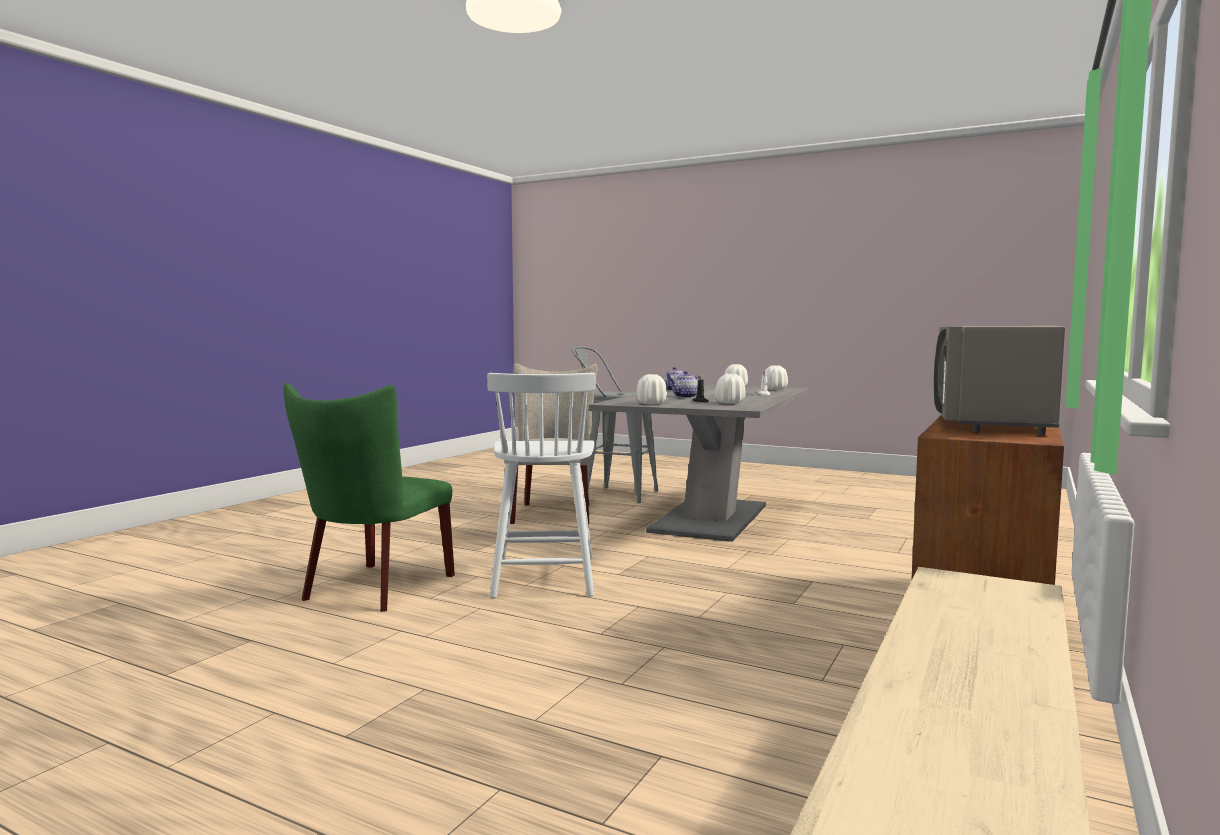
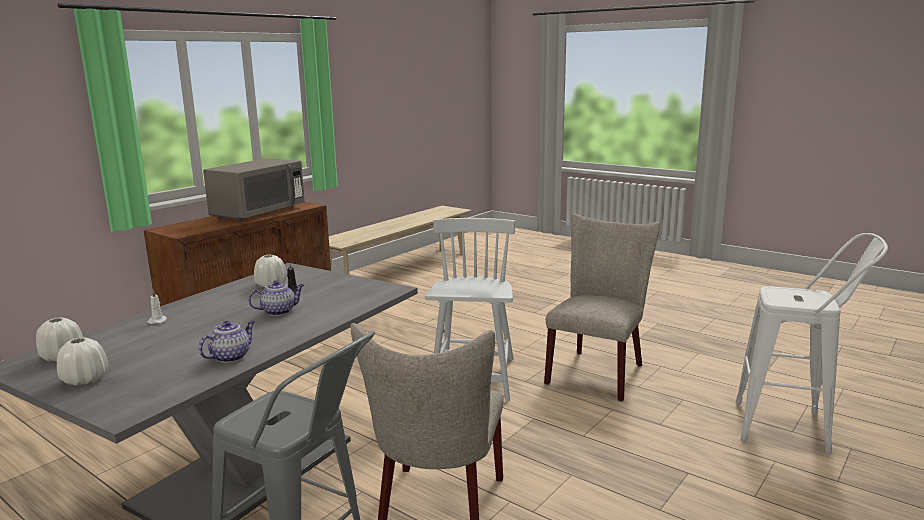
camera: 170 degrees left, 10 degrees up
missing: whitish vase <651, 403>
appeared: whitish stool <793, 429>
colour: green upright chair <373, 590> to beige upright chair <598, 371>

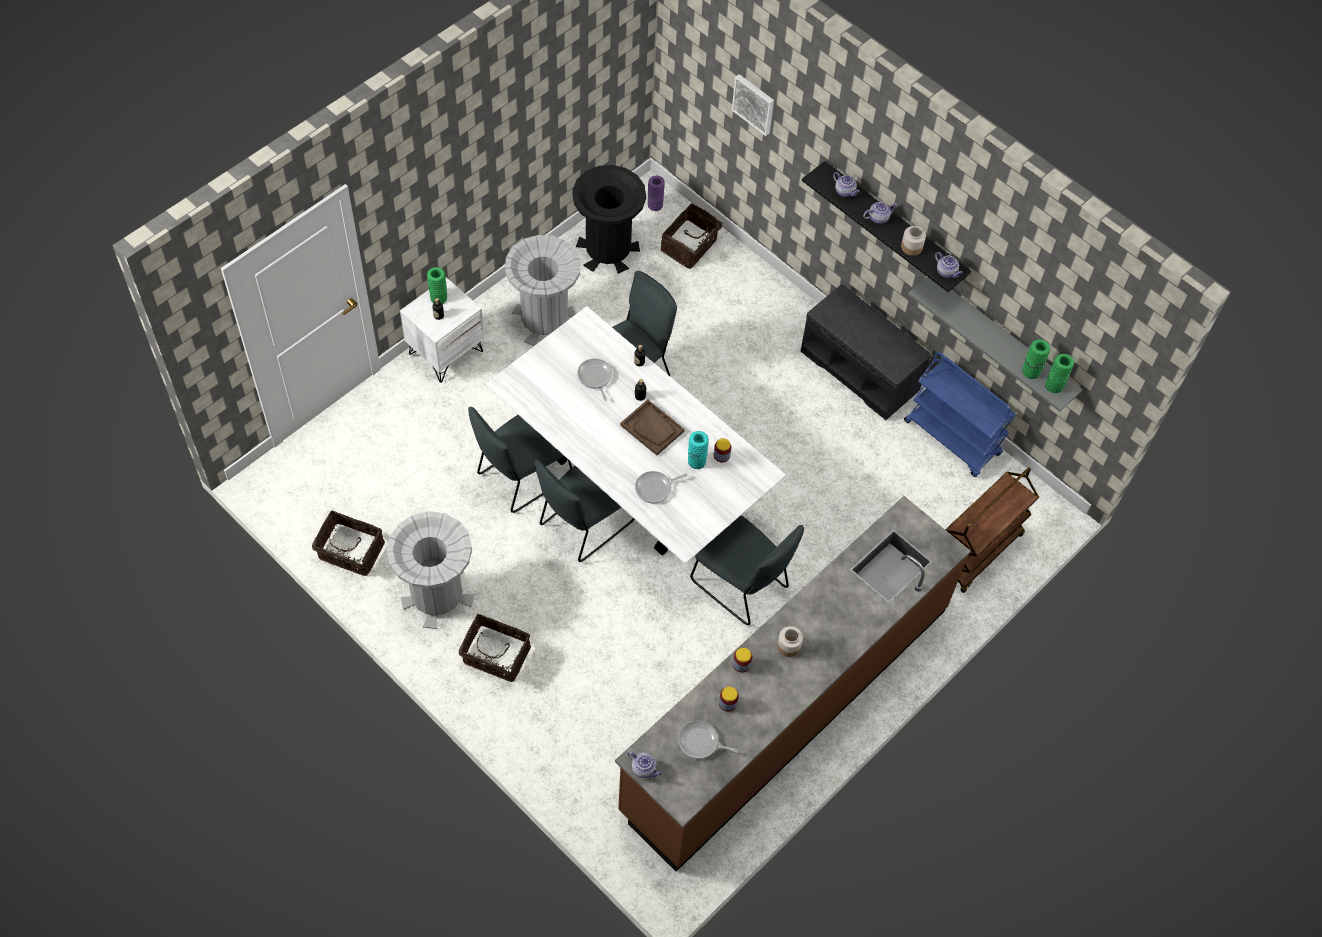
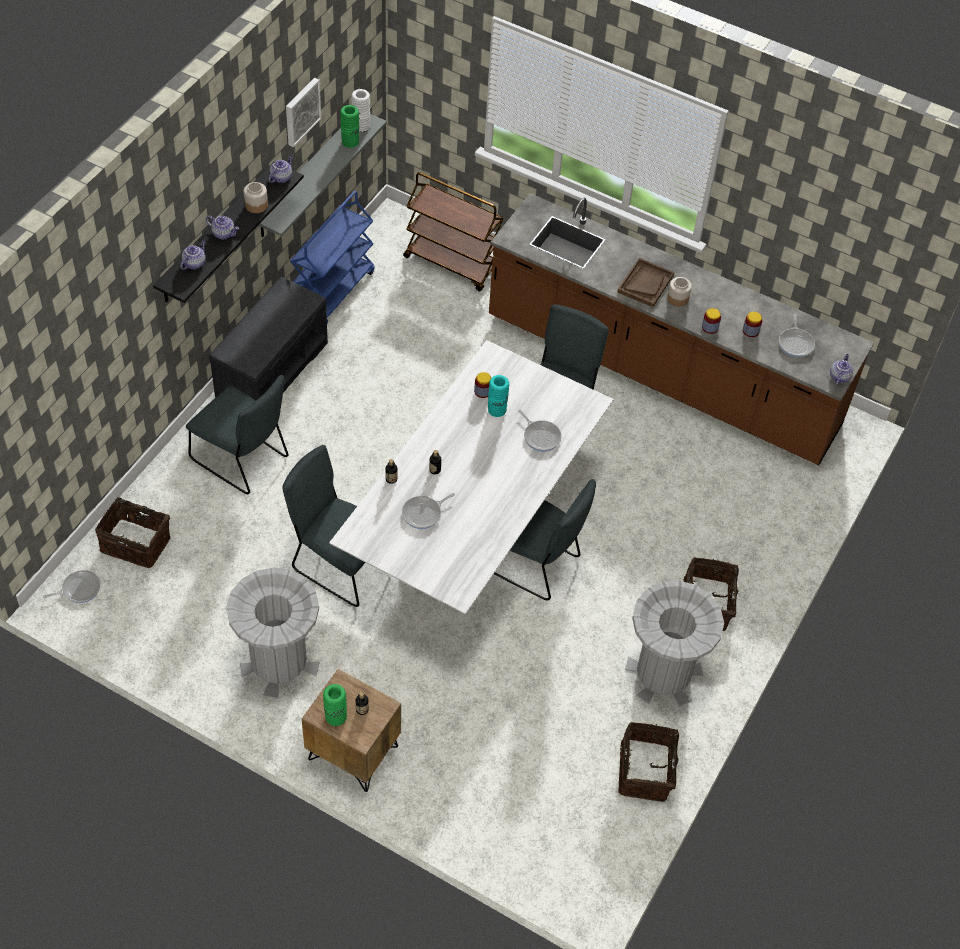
camera: 105 degrees left, 5 degrees down
missing: blackish rubbish bin <608, 250>
relocated: greyish upright chair <521, 477> to <243, 460>; wall picture <754, 103> to <301, 111>; brownish serving tray <652, 428> to <645, 283>
exchanged: purple-coloured vase <655, 205> to pan <79, 589>
colour: whitish bedside table <445, 352> to brownish bedside table <352, 753>; green vase <1054, 385> to whitish vase <361, 126>
spun: tea pot <878, 217> = <224, 233> 150 degrees clockwise

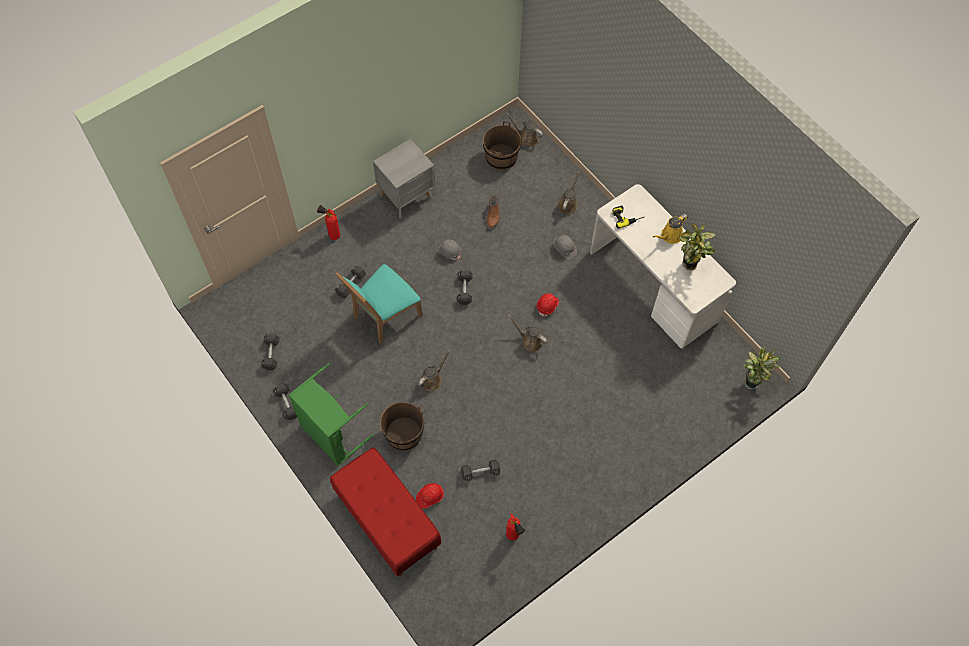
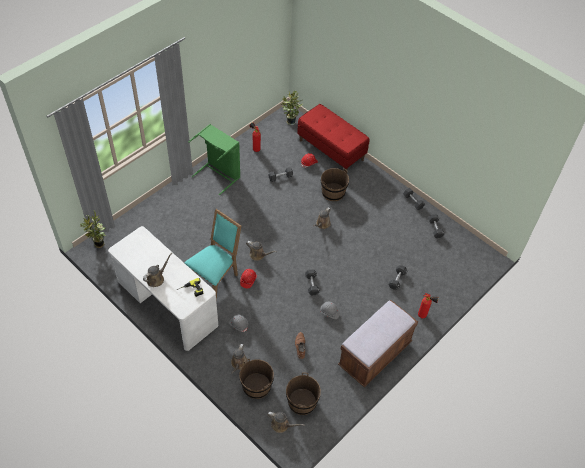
camera: 170 degrees right, 10 degrees down
appeared: brownish pail <256, 386>
relocated: turquoise upright chair <384, 317> to <215, 277>; green washing basket <331, 435> to <219, 174>; potted plant <690, 266> to <290, 121>
exchanged: greyish bedside table <407, 196> to brownish long seat <374, 354>
colour: yellow watering can <670, 236> to brownish watering can <156, 278>

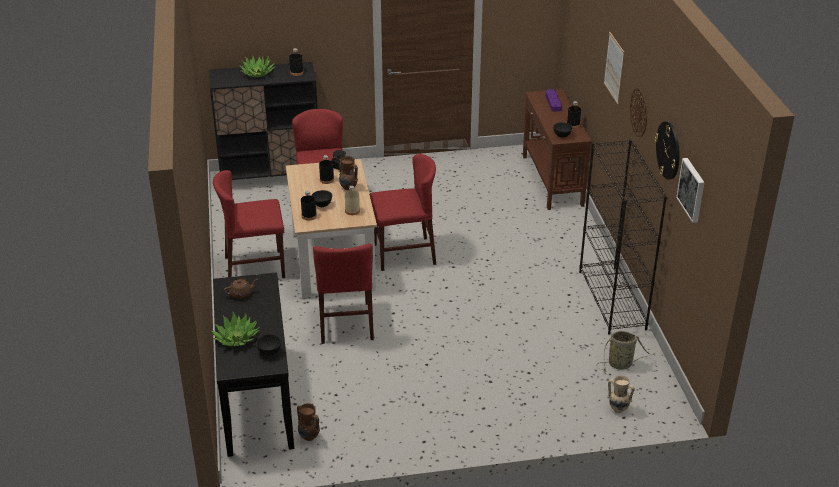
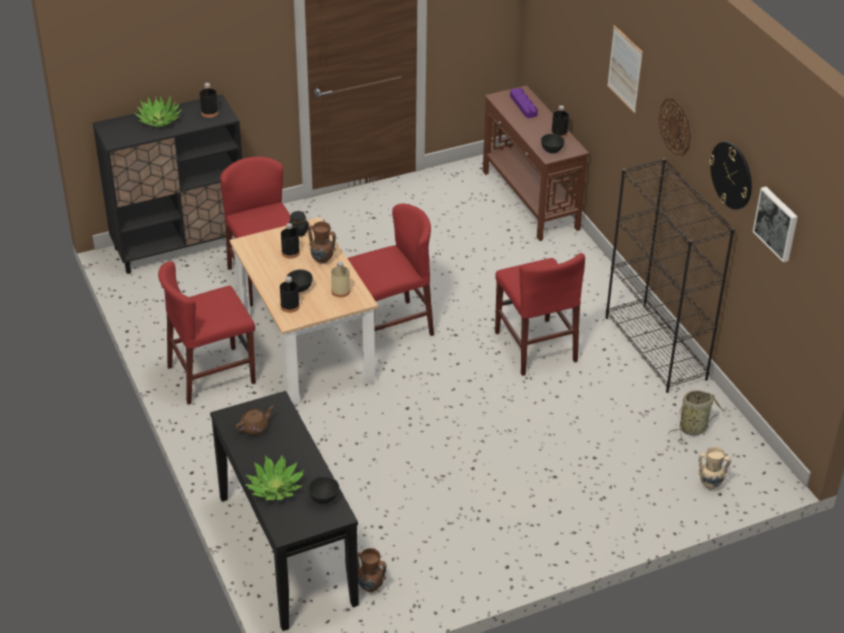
camera: 15 degrees left, 5 degrees up
relocated: reddish upright chair <345, 322> to <535, 346>

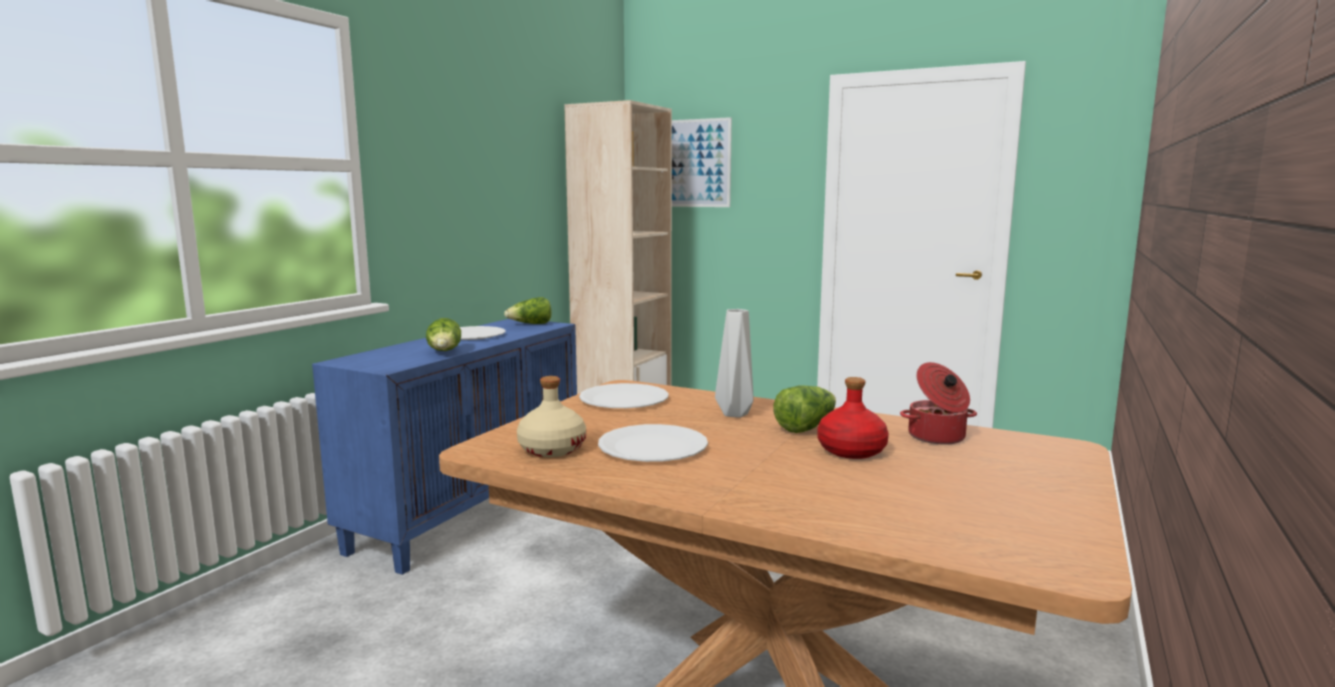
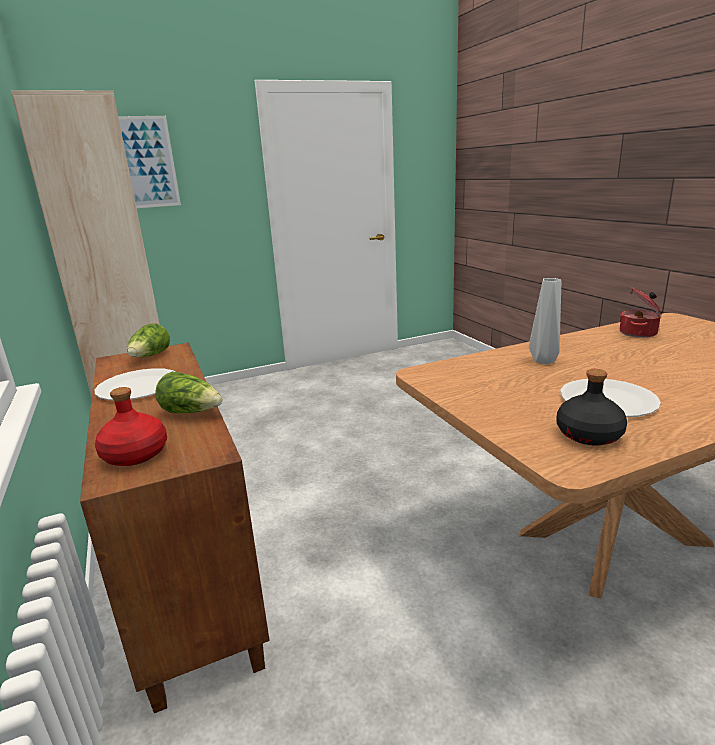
camera: 50 degrees left, 10 degrees up
missing: whitish plate <623, 399>; lettuce <805, 427>
relocated: reddish beverage bottle <850, 451> to <134, 455>
colour: blue storage cabinet <470, 509> to brownish storage cabinet <187, 572>; beige beverage bottle <551, 449> to blackish beverage bottle <588, 435>

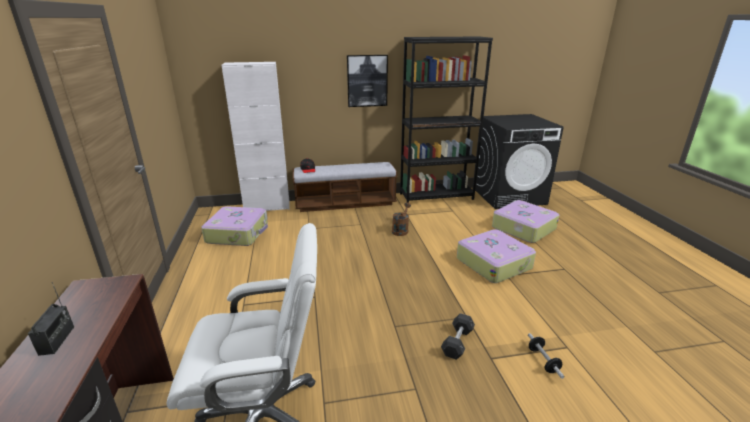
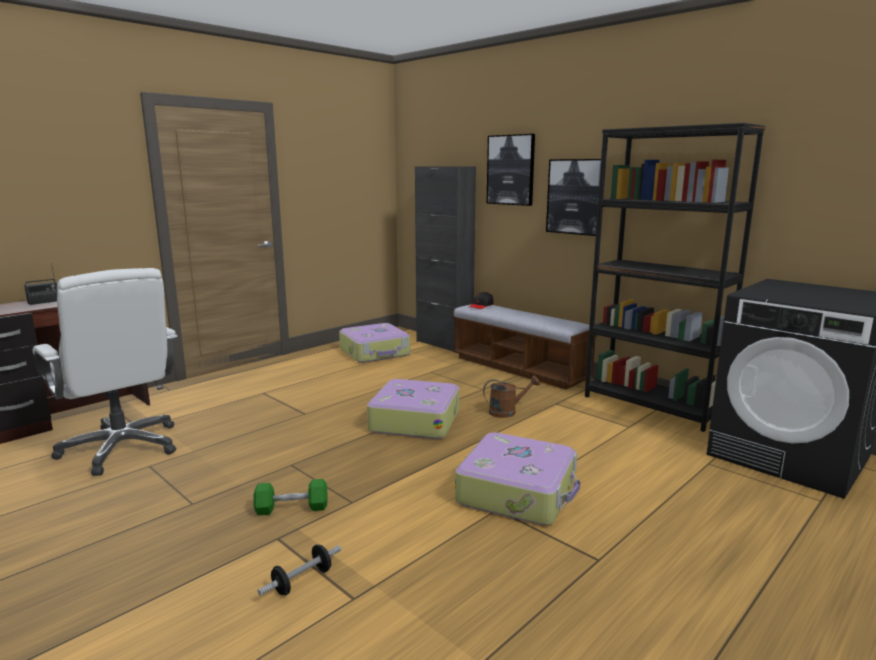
camera: 55 degrees right, 10 degrees down
appeared: wall picture <511, 170>
relocated: piece of luggage <522, 228> to <414, 420>
colour: greyish dumbbell <457, 342> to green dumbbell <292, 508>; whitish storage cabinet <267, 207> to blackish storage cabinet <444, 344>

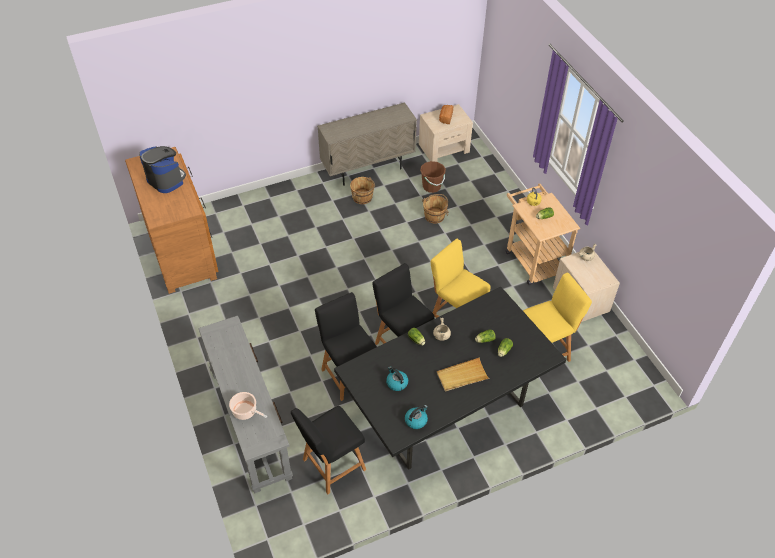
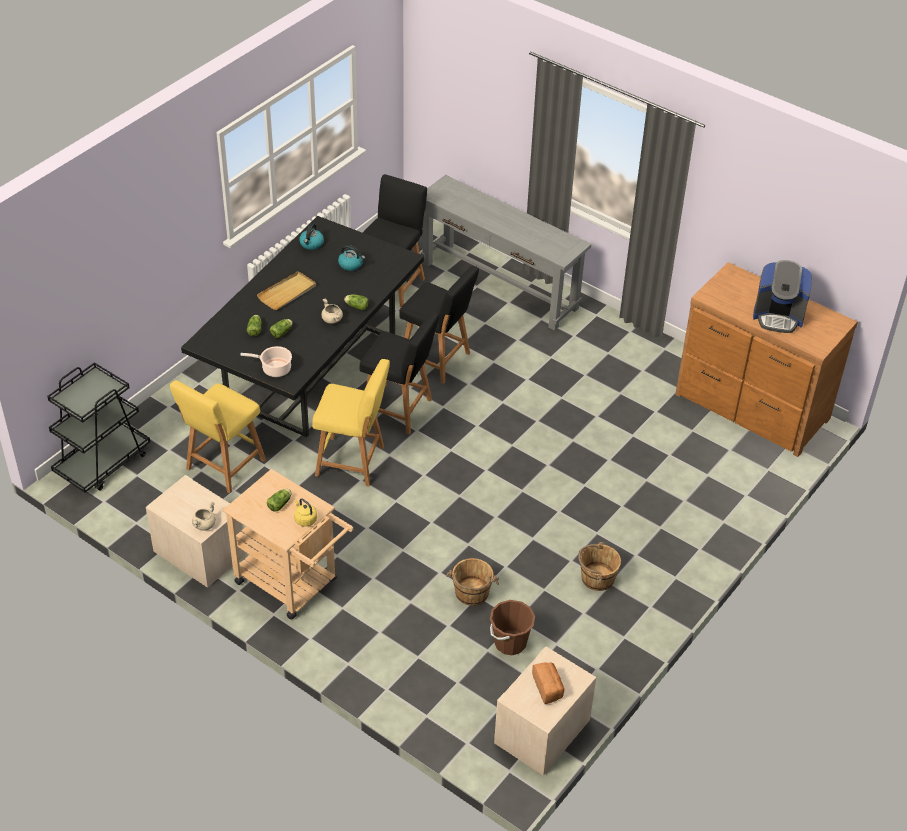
camera: 150 degrees right, 5 degrees down
missing: beige storage cabinet <368, 169>
appeared: blackish trolley <103, 462>
relocated: stockpot <246, 411> to <274, 369>

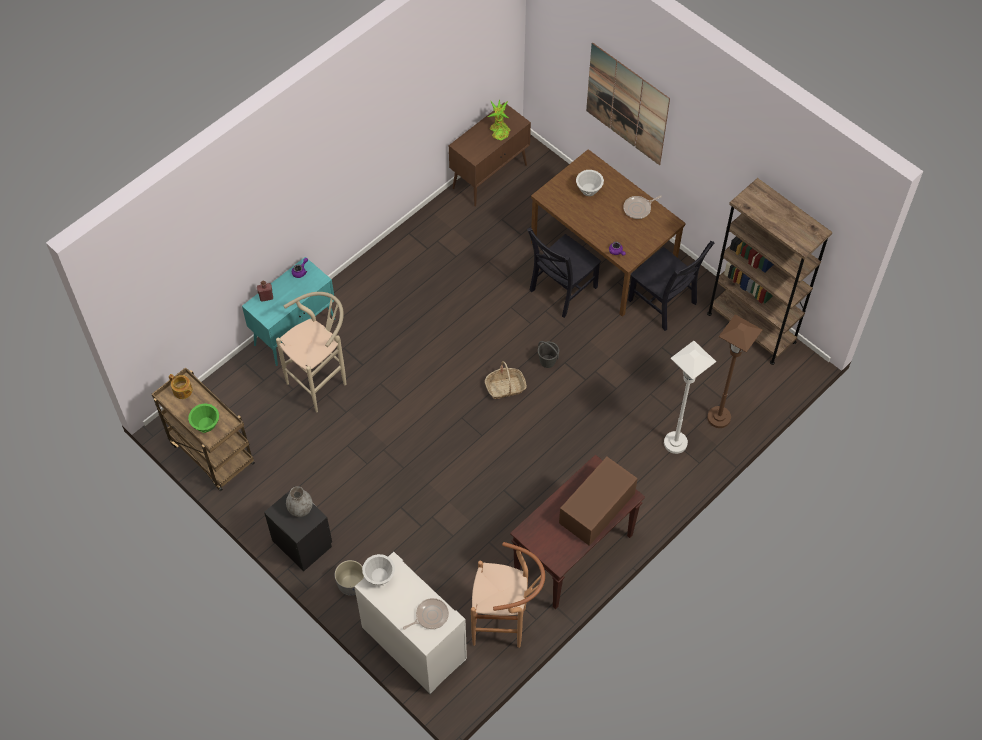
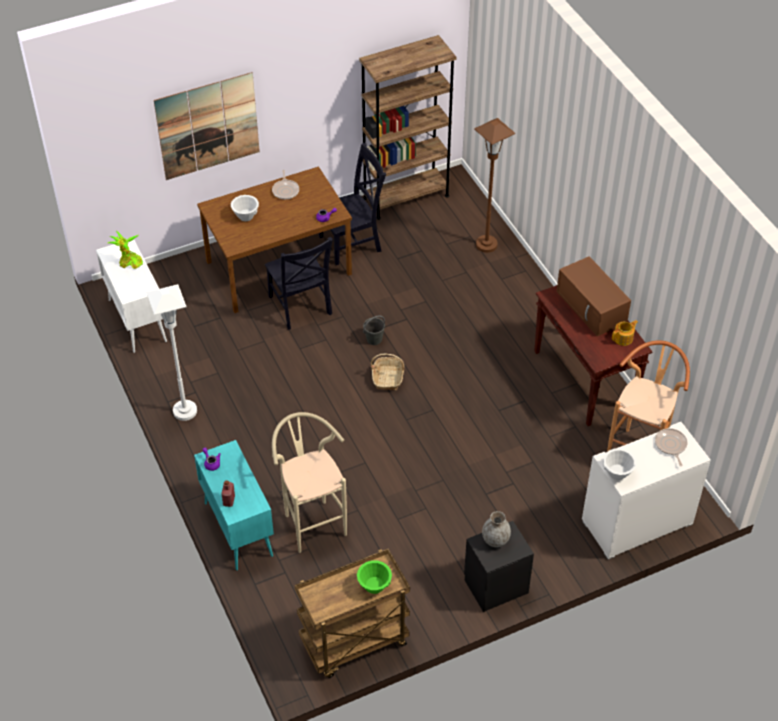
camera: 70 degrees left, 10 degrees down
missing: greyish planter <351, 584>
relocated: whitish standard lamp <675, 443> to <185, 411>; tea pot <183, 391> to <623, 338>
colour: brownish storage cabinet <490, 176> to whitish storage cabinet <137, 320>

